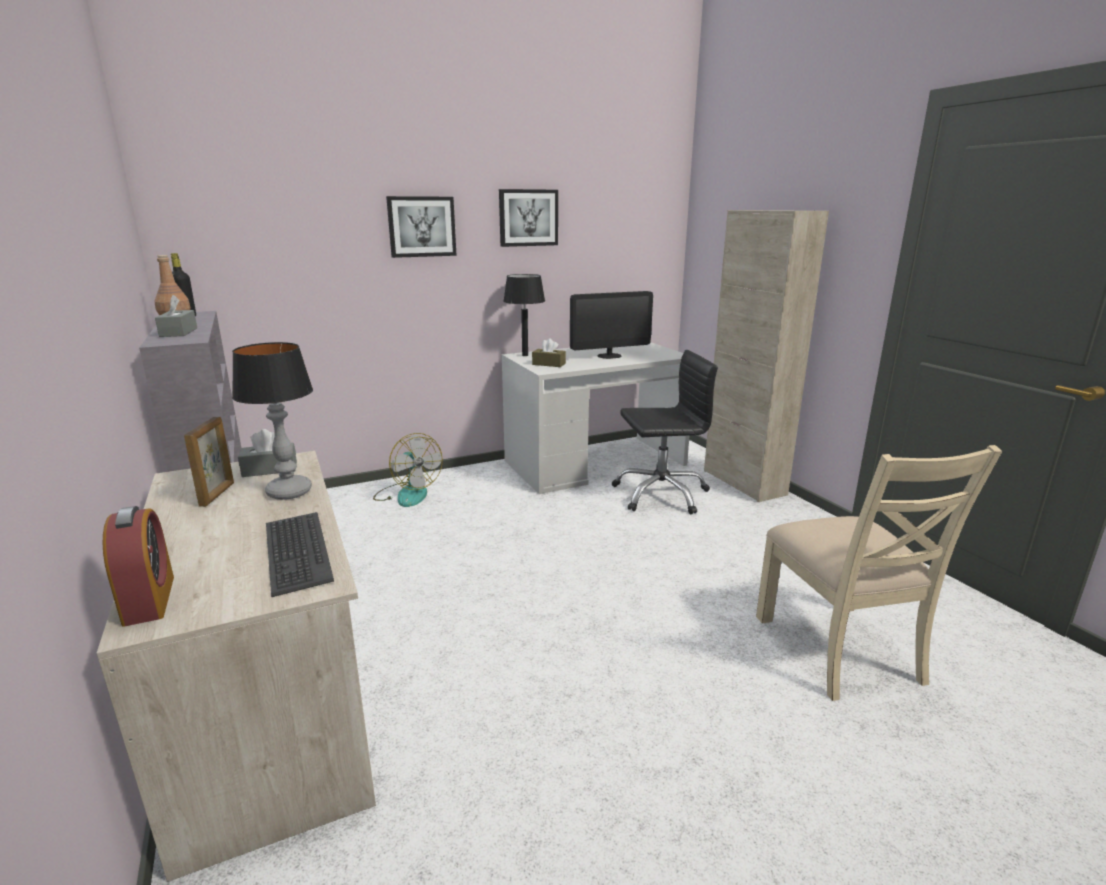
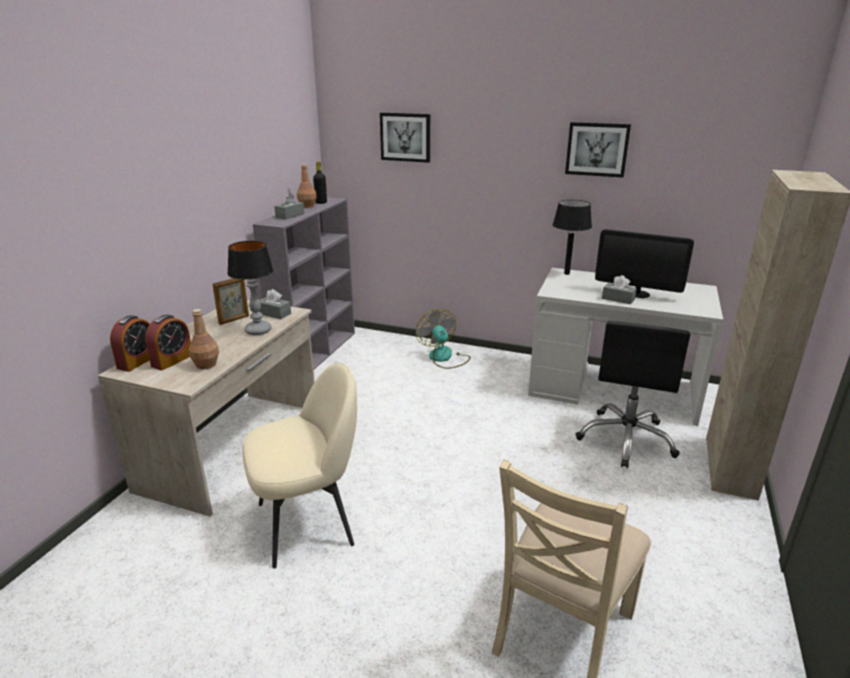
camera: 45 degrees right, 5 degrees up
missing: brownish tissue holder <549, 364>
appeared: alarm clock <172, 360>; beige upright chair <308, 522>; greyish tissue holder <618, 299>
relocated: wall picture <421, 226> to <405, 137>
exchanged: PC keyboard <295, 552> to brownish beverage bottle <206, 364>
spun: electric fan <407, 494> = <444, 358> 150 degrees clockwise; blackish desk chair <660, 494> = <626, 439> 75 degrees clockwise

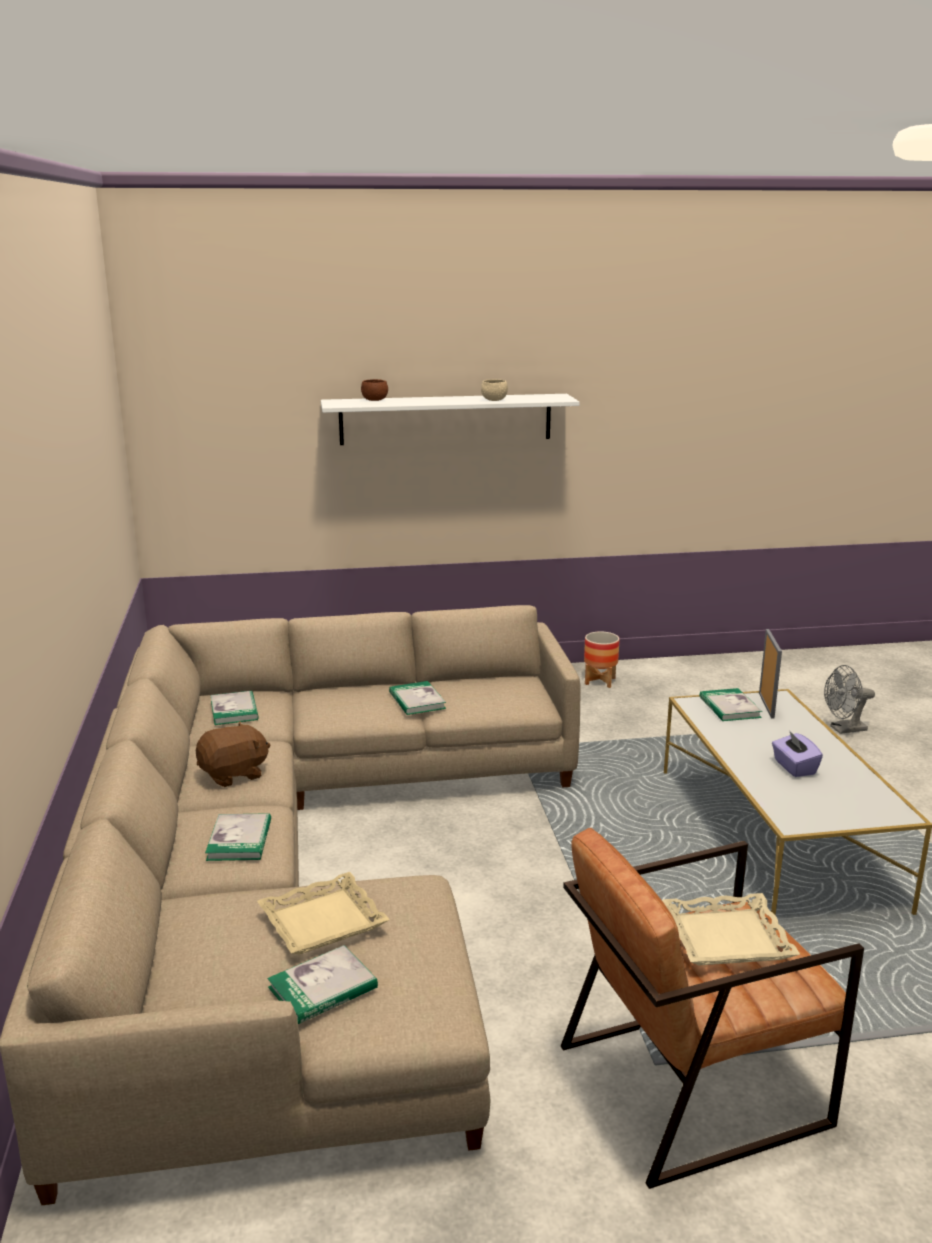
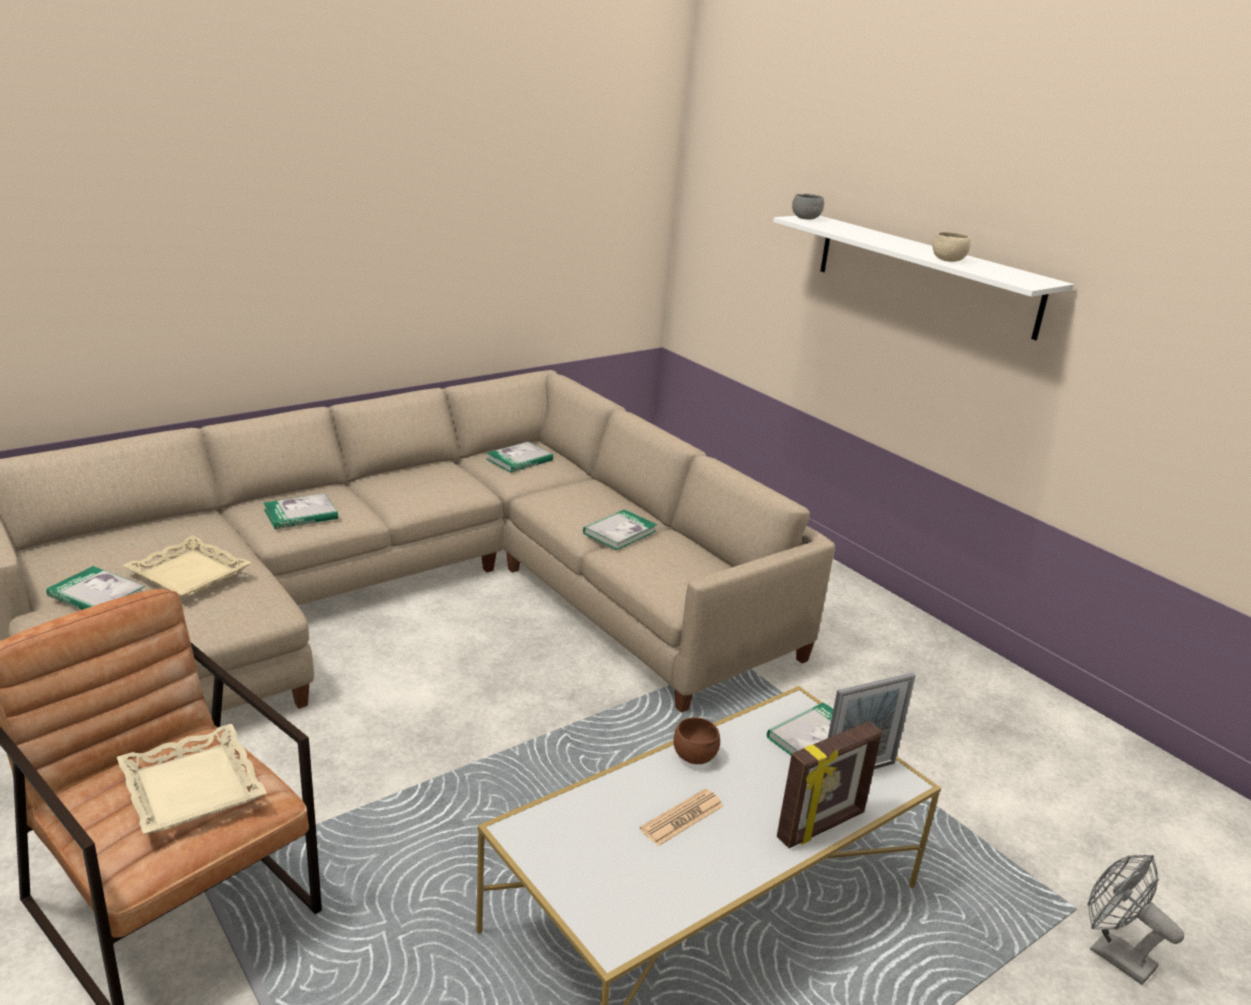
camera: 60 degrees right, 5 degrees up
missing: brownish plush toy <234, 774>; planter <600, 681>
appeared: photo frame <822, 826>; greyish deep dish <805, 218>
relocated: brownish deep dish <375, 400> to <694, 756>
exchanged: purple-coloured tissue holder <794, 767> to newspaper <682, 818>

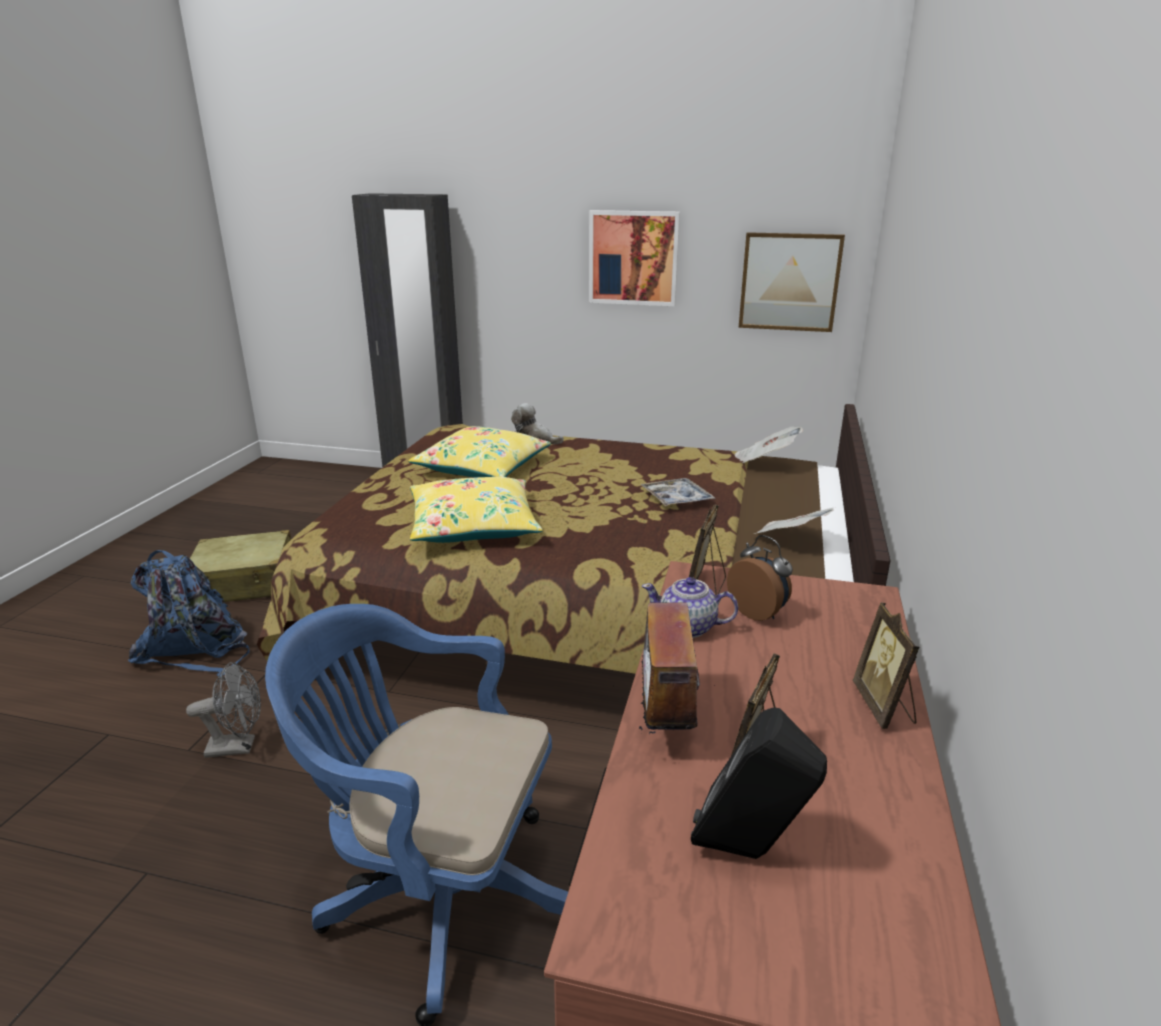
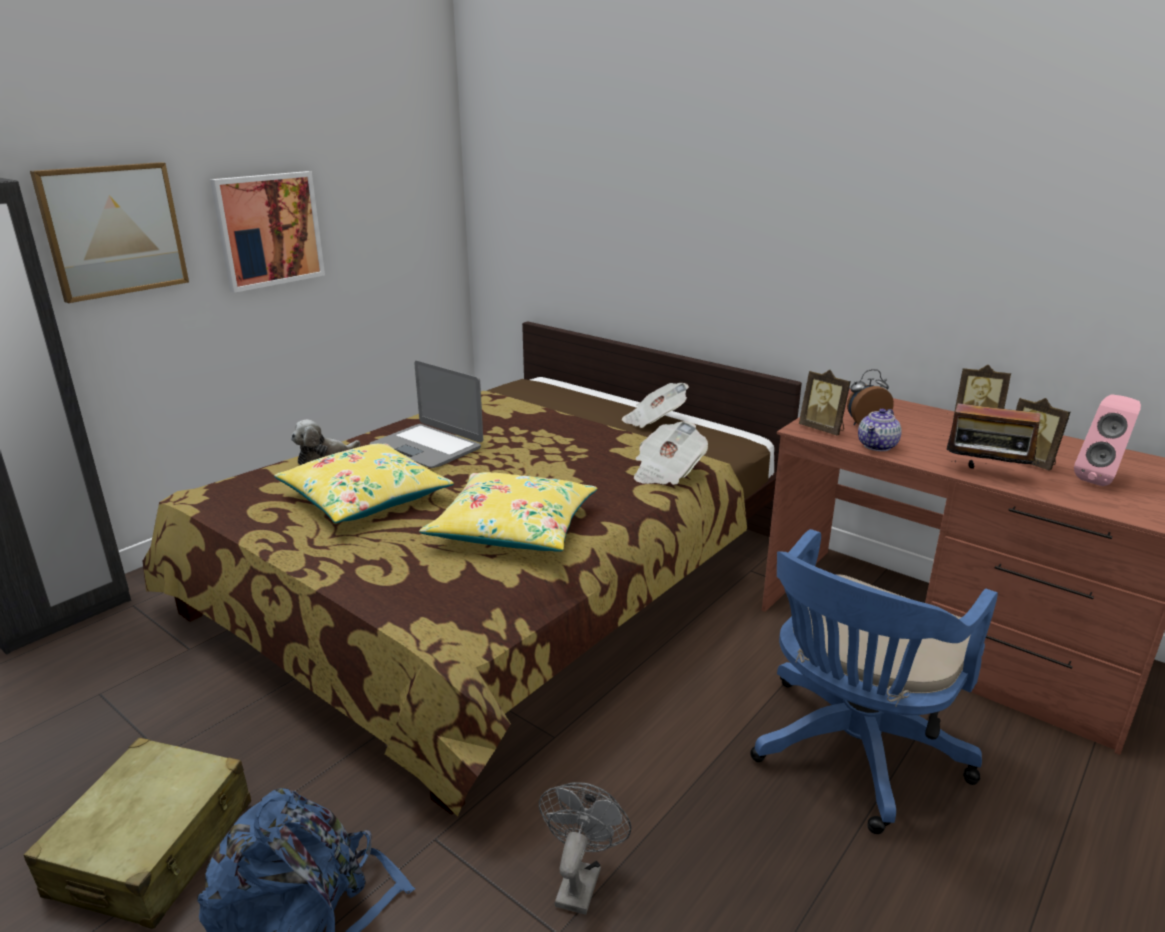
camera: 65 degrees left, 0 degrees up
missing: serving tray <676, 499>
appeared: notebook computer <427, 447>
relocated: wall picture <789, 282> to <113, 230>; newspaper <765, 460> to <666, 472>
colour: blackish loudspeaker <749, 852> to pink-coloured loudspeaker <1100, 479>

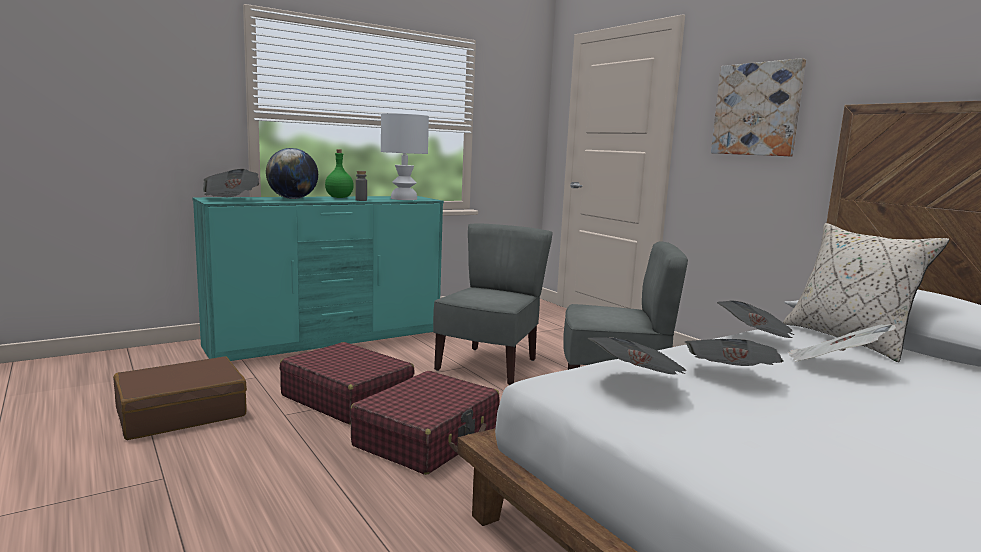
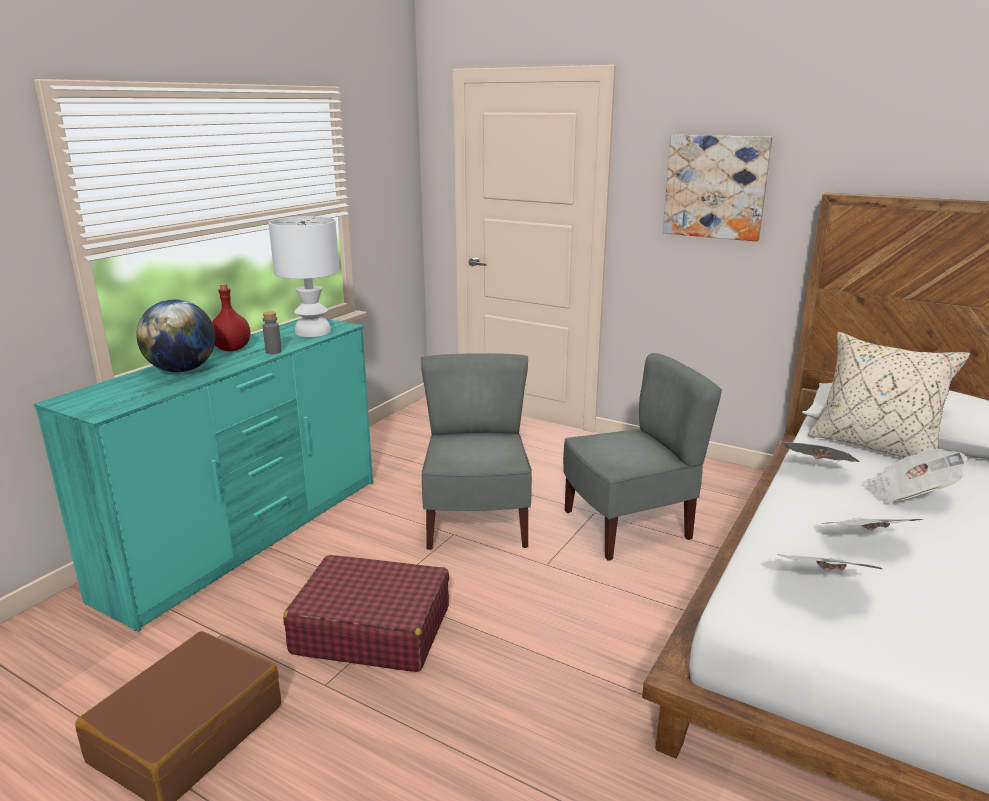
camera: 25 degrees left, 10 degrees up
missing: newspaper <231, 199>; reddish piece of luggage <428, 438>
colour: green beverage bottle <338, 197> to reddish beverage bottle <231, 349>

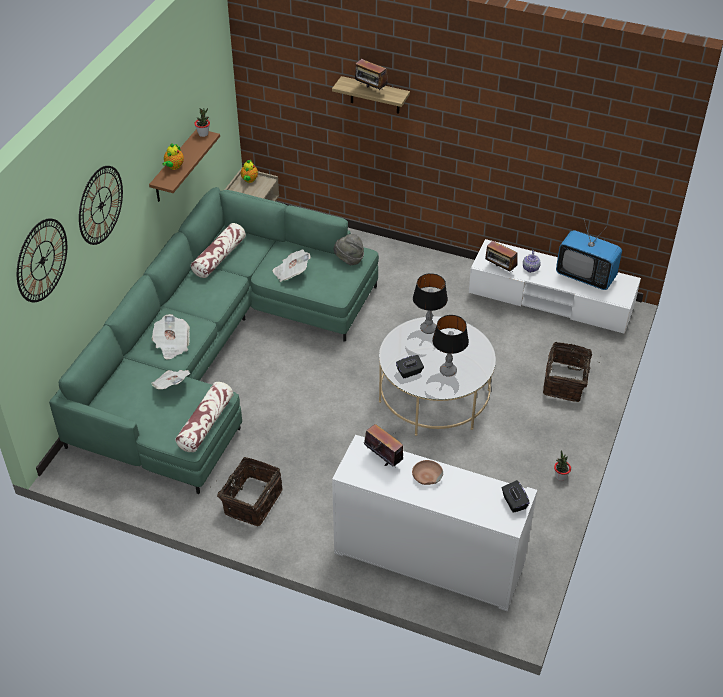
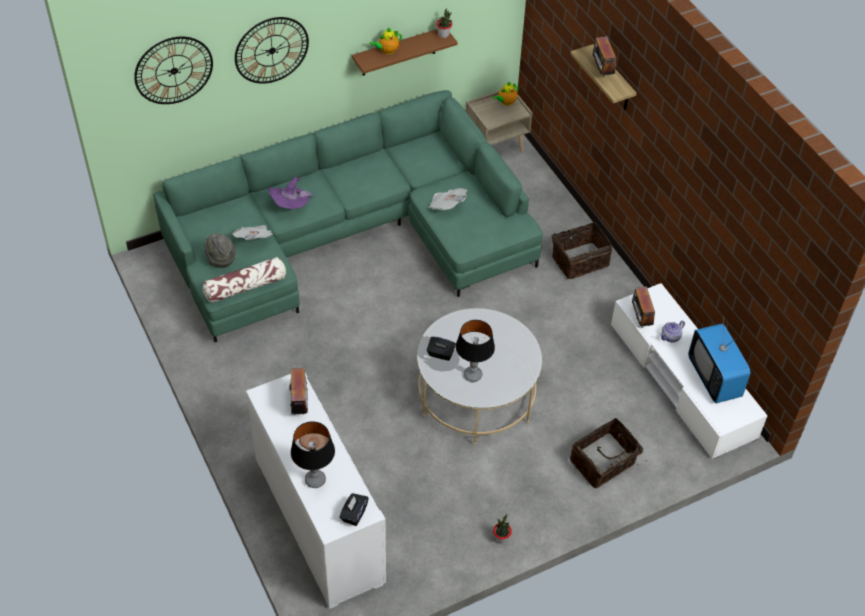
camera: 40 degrees right, 5 degrees up
missing: pillow <219, 257>
relocated: greyish hat <349, 259> to <221, 259>; table lamp <428, 329> to <315, 480>; storage basket <251, 501> to <579, 260>
exchanged: newspaper <172, 345> to purple-coloured hat <291, 206>

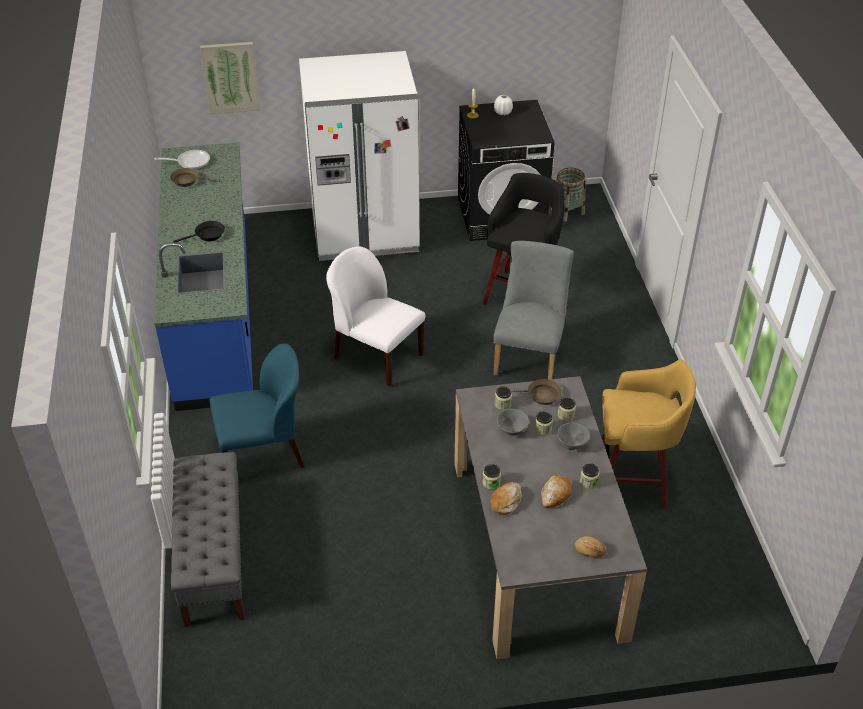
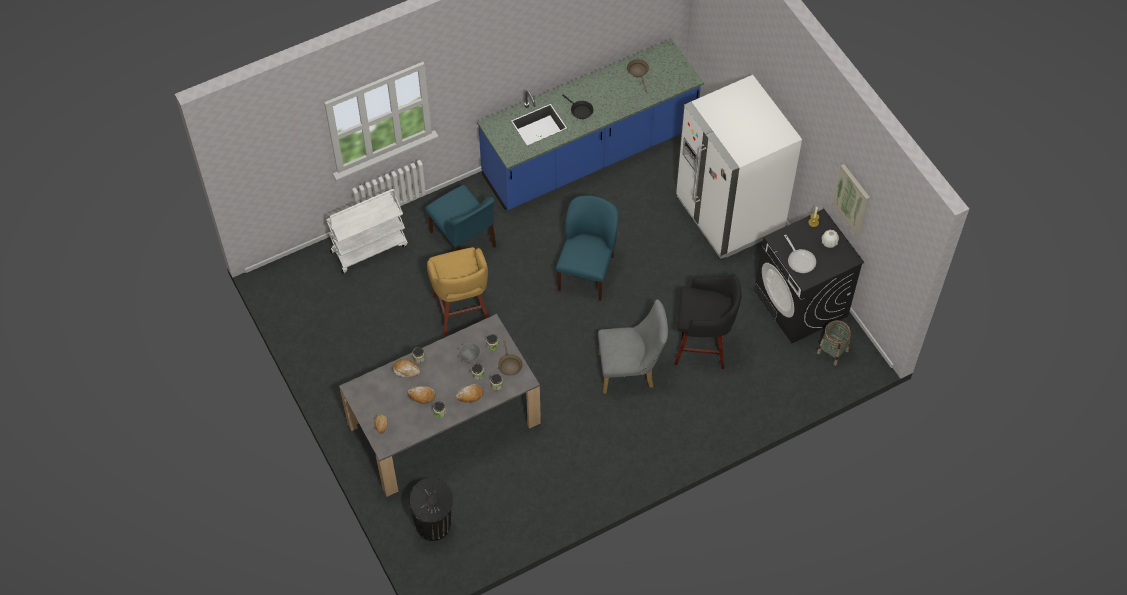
camera: 70 degrees right, 15 degrees up
appeared: blackish rubbish bin <434, 526>
relocated: yellow stool <632, 481> to <461, 312>; pan <190, 162> to <800, 260>; wall picture <231, 77> to <852, 199>
exchanged: greyish long seat <213, 557> to whitish trolley <369, 248>; greyish deep dish <572, 444> to baked bread <470, 395>
colour: whitish upright chair <377, 356> to blue upright chair <587, 272>

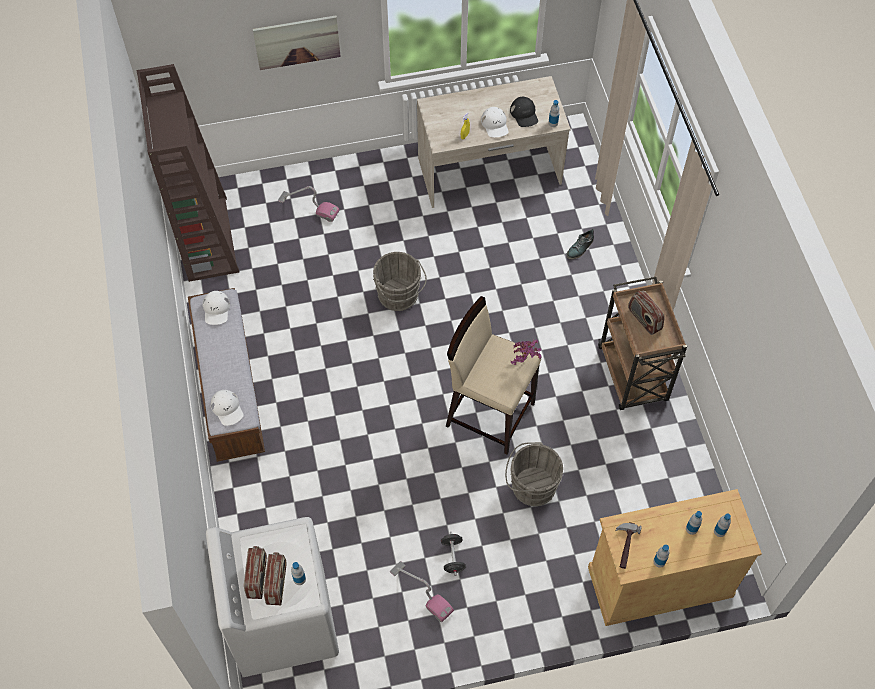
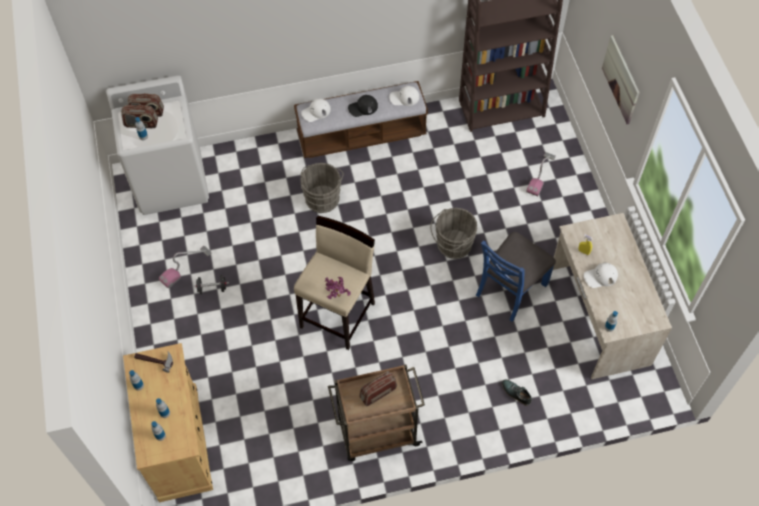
camera: 90 degrees right, 0 degrees up
appeared: blue upright chair <510, 289>
relocated: greyish pail <530, 486> to <323, 197>; blackish cap <524, 114> to <363, 107>

